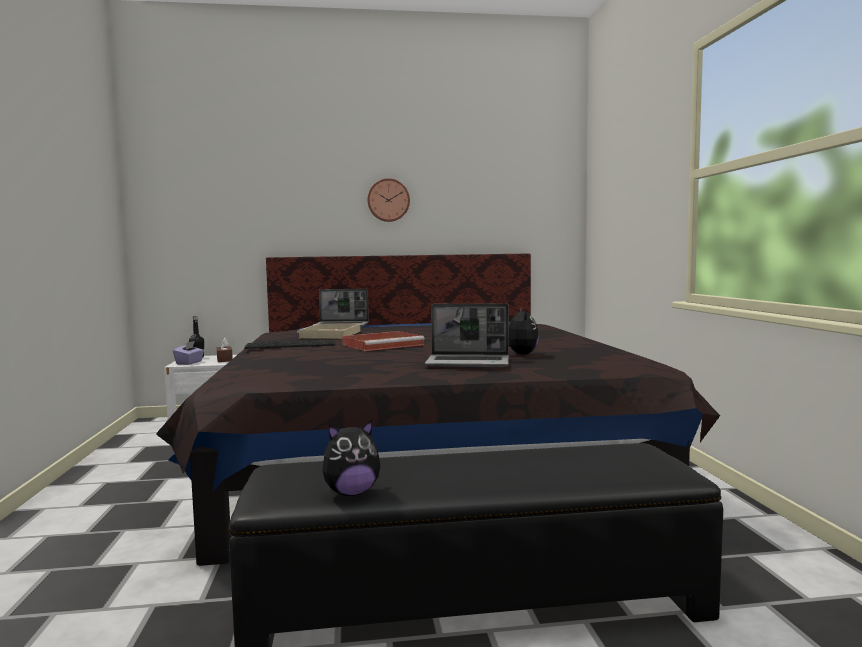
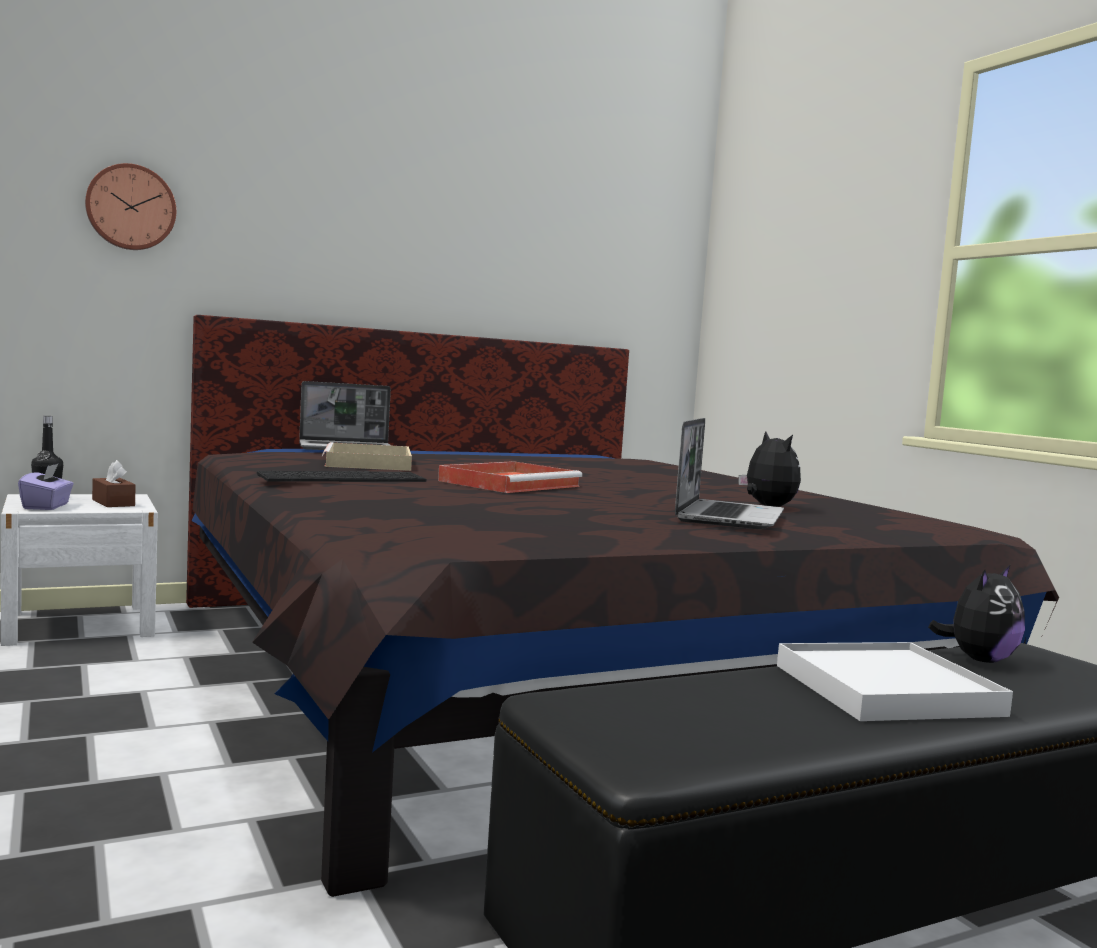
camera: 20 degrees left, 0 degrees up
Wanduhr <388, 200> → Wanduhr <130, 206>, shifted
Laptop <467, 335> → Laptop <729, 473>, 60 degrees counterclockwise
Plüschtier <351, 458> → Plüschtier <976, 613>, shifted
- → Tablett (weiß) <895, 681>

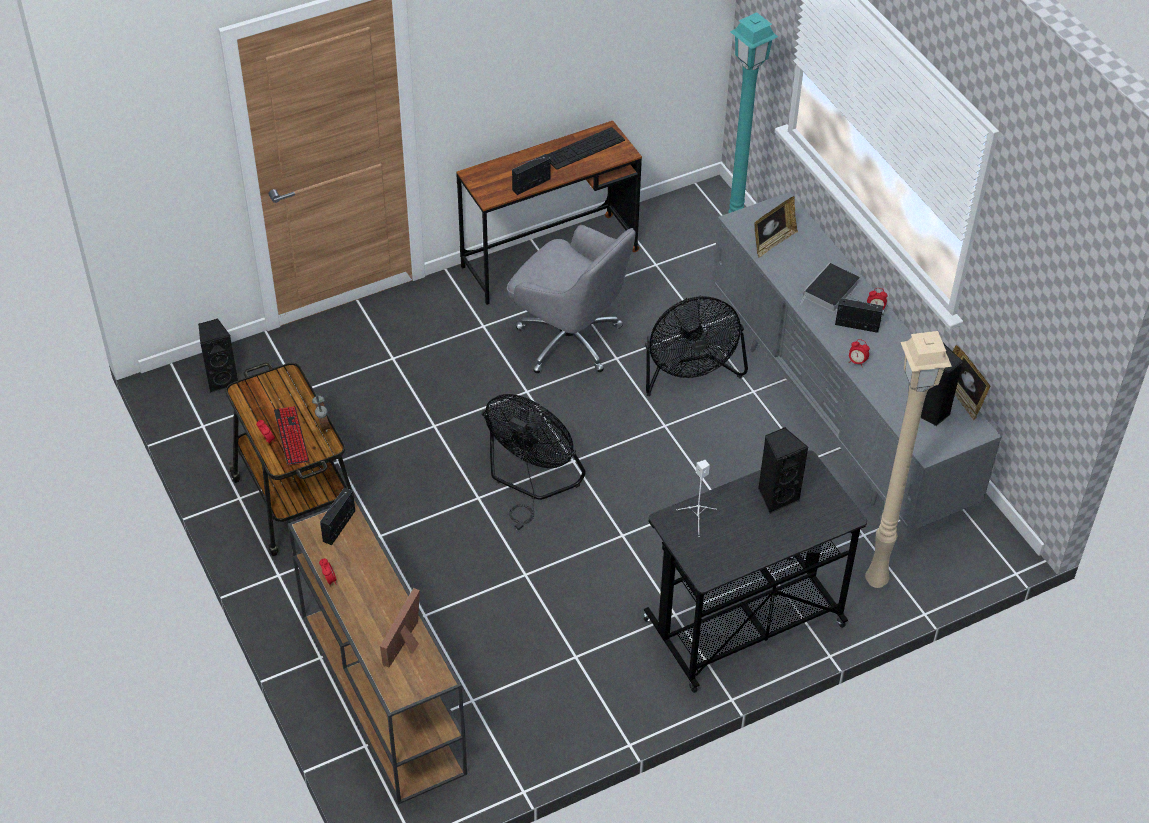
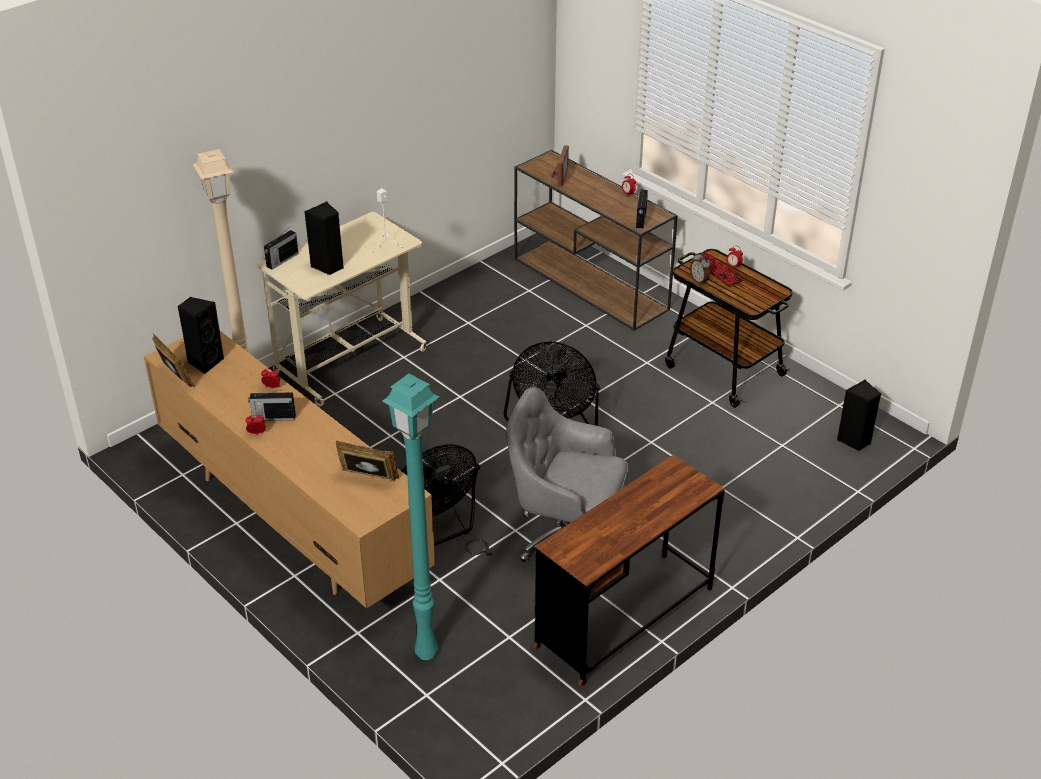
camera: 165 degrees right, 10 degrees down
Tastatur <585, 148> → -
Radio <531, 174> → Radio <281, 250>, shifted
Schrank (grau) <857, 362> → Schrank (braun) <289, 470>
Bilderrahmen <776, 227> → Bilderrahmen <367, 460>, 75 degrees clockwise
Buch <830, 287> → -
Schreibtisch (schwarz) <755, 571> → Schreibtisch (beige) <342, 309>

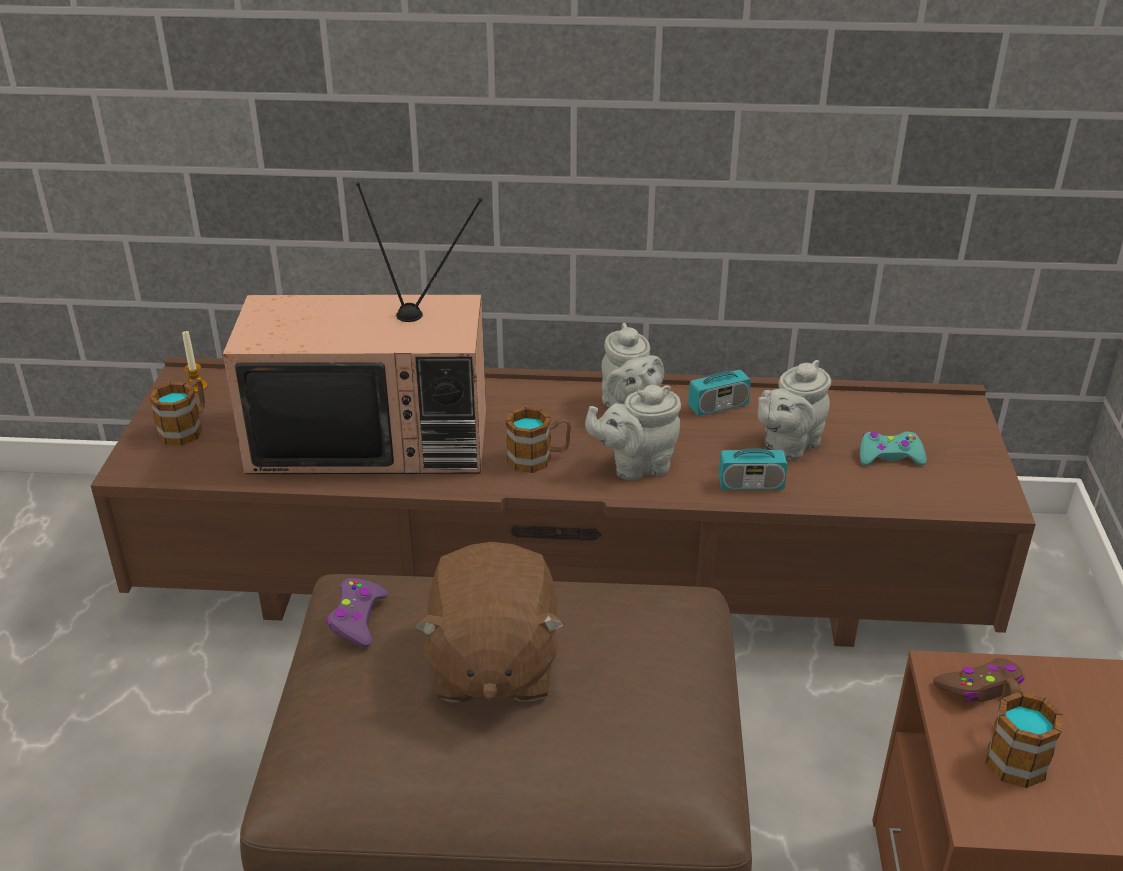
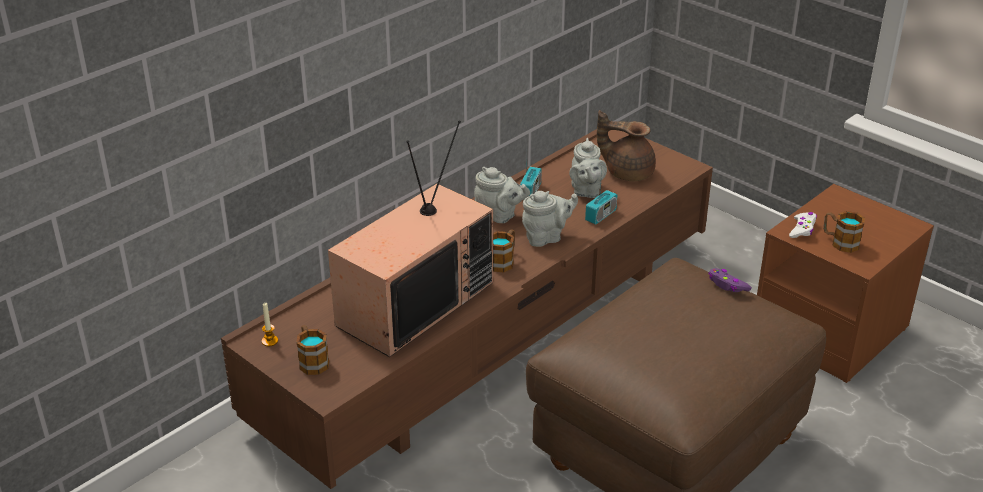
camera: 50 degrees left, 0 degrees up
Teekanne (grau) <633, 432> → Teekanne (grau) <550, 219>, 135 degrees counterclockwise
Gamepad (türkis) <893, 448> → Teekanne (braun) <626, 145>
Plüschtier (braun) <489, 622> → -
Gamepad (lila) <357, 612> → Gamepad (lila) <730, 280>, shifted
Gamepad (braun) <979, 680> → Gamepad (weiß) <803, 225>

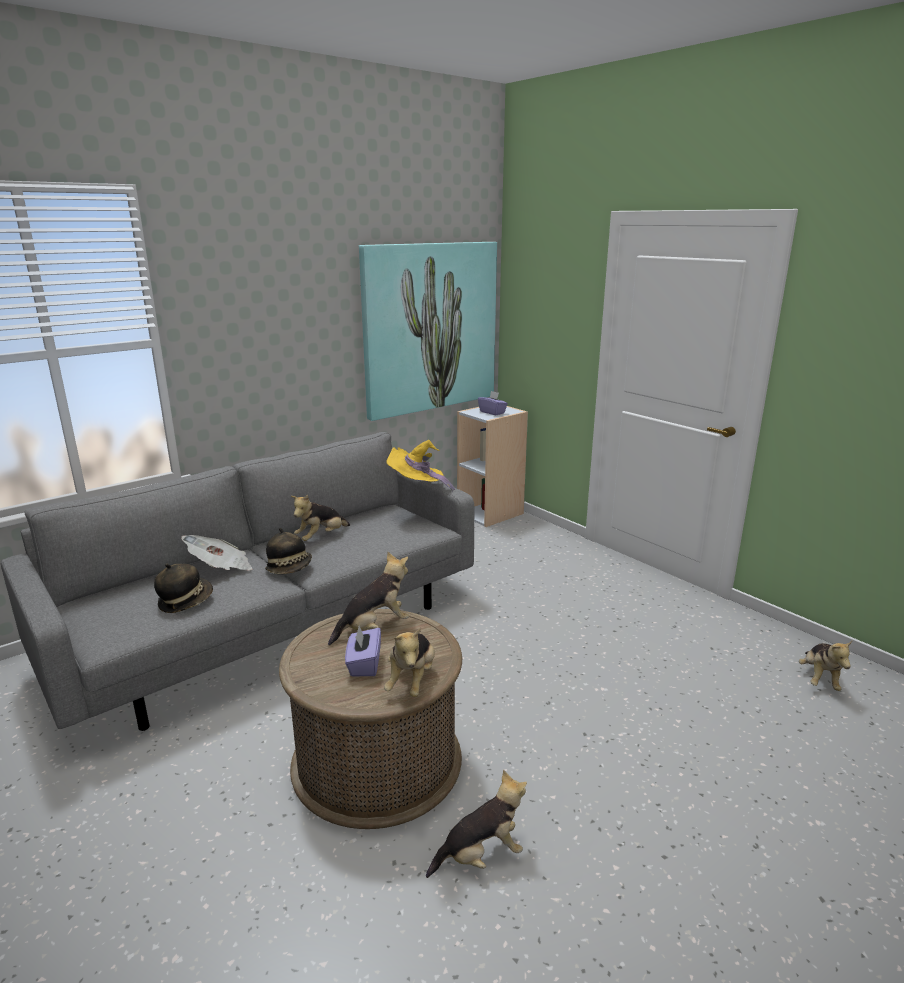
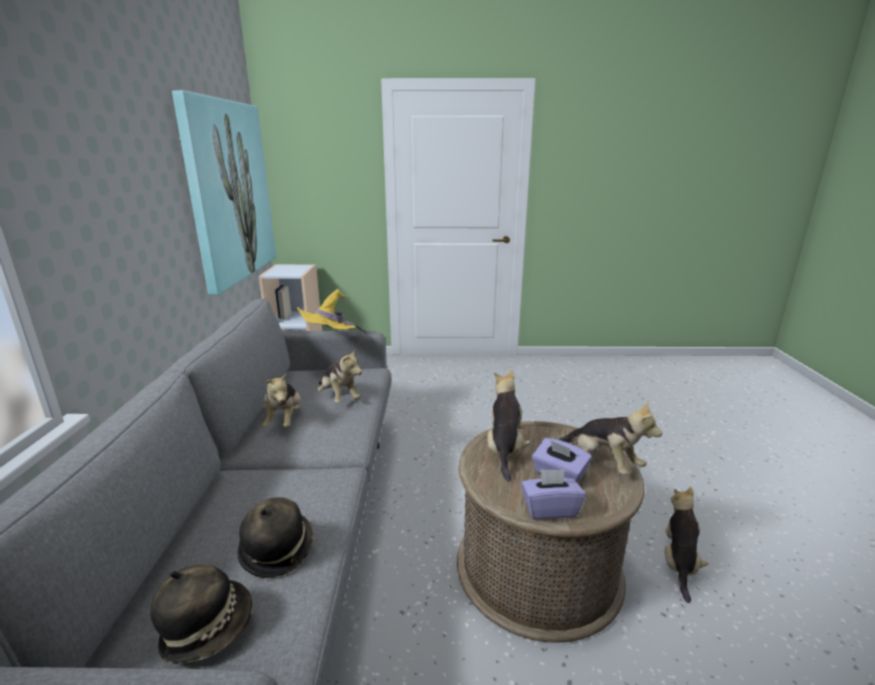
camera: 50 degrees left, 0 degrees up
Taschentuchbox (lila) <493, 403> → Taschentuchbox (lila) <553, 494>, shifted
Hut <288, 551> → Hut <201, 614>, shifted
Zeitung <217, 552> → -
Plüschtier <825, 666> → Plüschtier <340, 376>, shifted

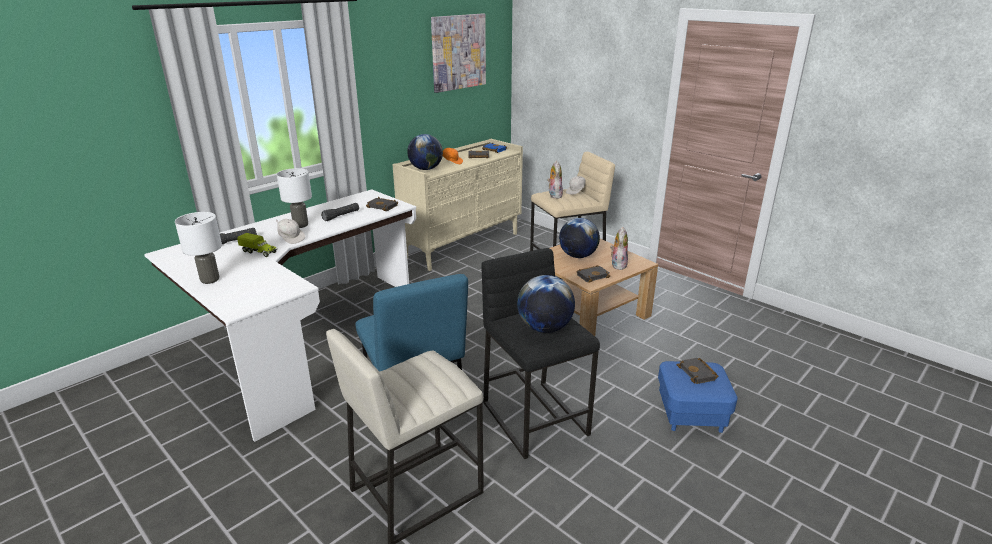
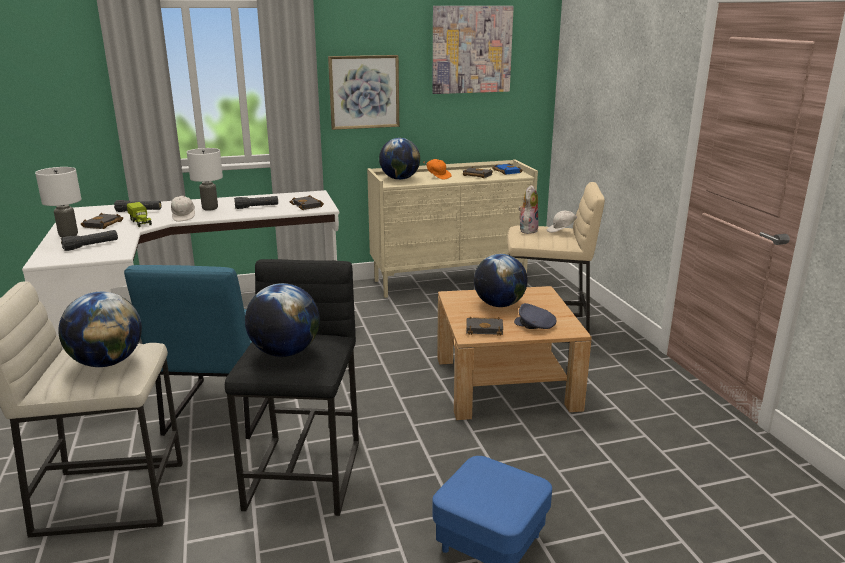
camera: 30 degrees right, 5 degrees down
Plüschtier <619, 248> → Kappe (grau) <535, 316>
Buch (schwarz) <697, 371> → Buch (schwarz) <102, 221>, shifted
- → Bild <363, 92>
- → Taschenlampe (schwarz) <89, 240>
- → Globus <100, 329>

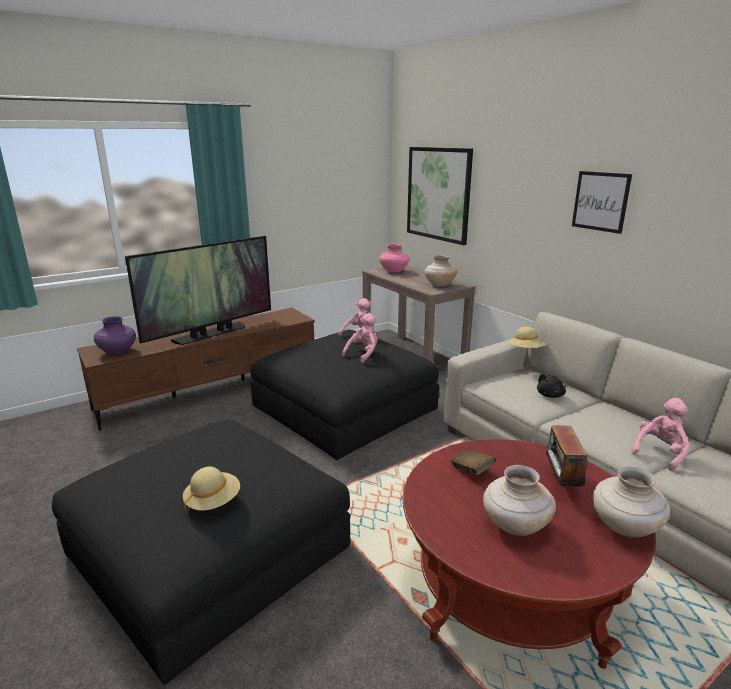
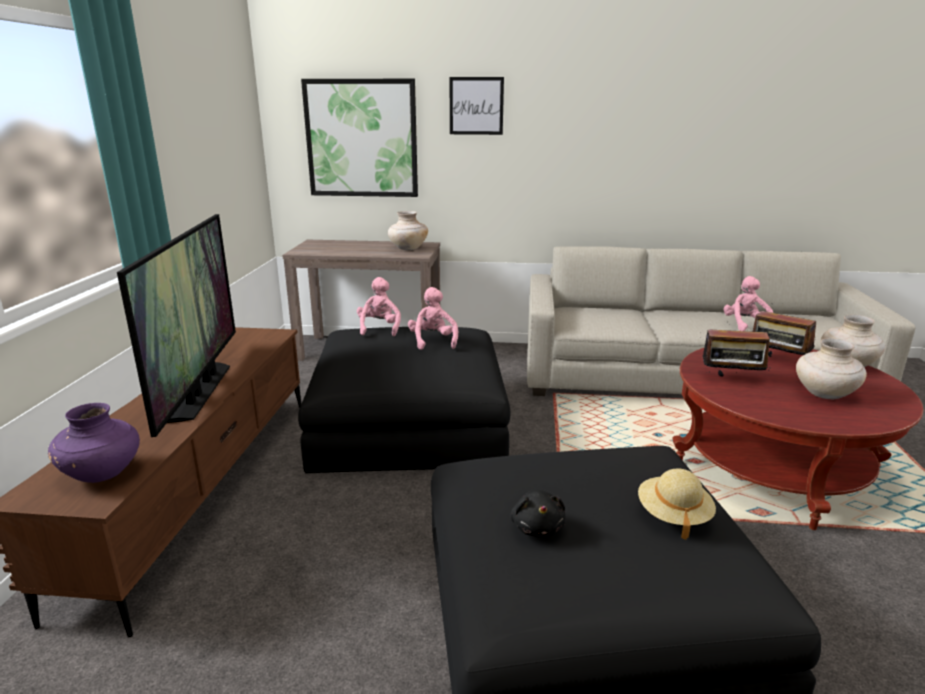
camera: 50 degrees left, 0 degrees up
Bild <602, 202> → Bild <477, 106>, shifted
Vase (rosa) <394, 258> → -
Hut (beige) <526, 337> → -
Plüschtier (schwarz) <551, 386> → Plüschtier (schwarz) <537, 513>, shifted
Buch (braun) <473, 462> → Radio <737, 347>

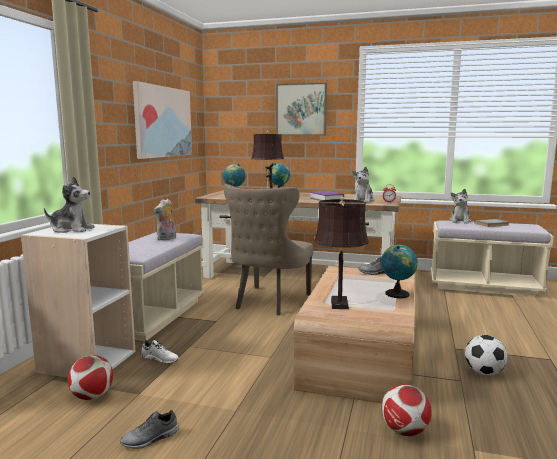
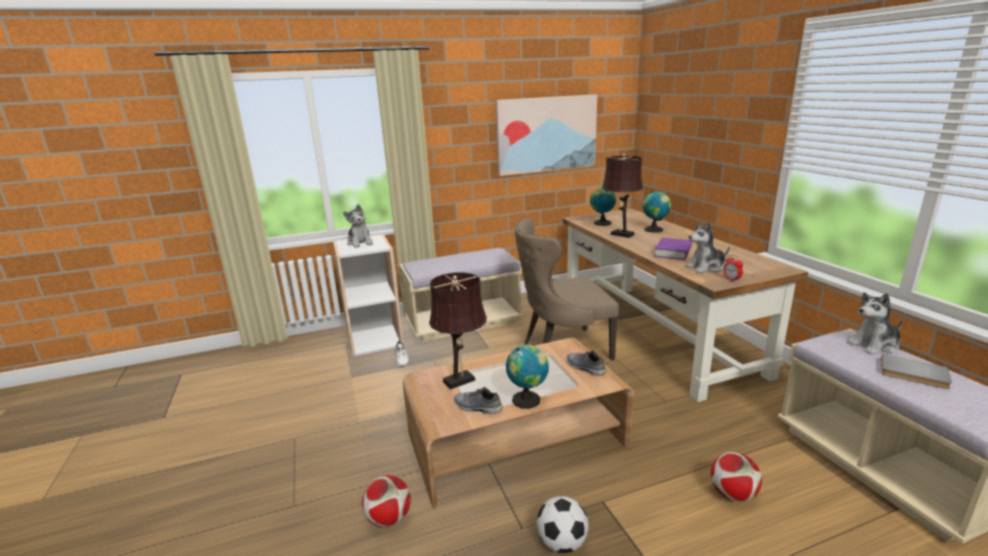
camera: 55 degrees right, 10 degrees up
Bild <301, 109> → -
Plüschtier <164, 220> → -
Fußball <90, 377> → Fußball <736, 477>, shifted
Schuh (grau) <149, 429> → Schuh (grau) <478, 400>, shifted

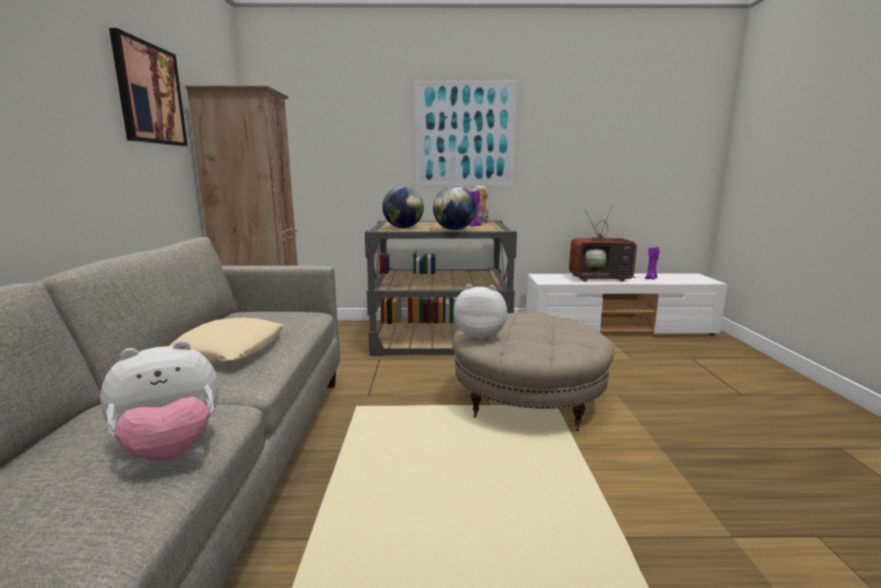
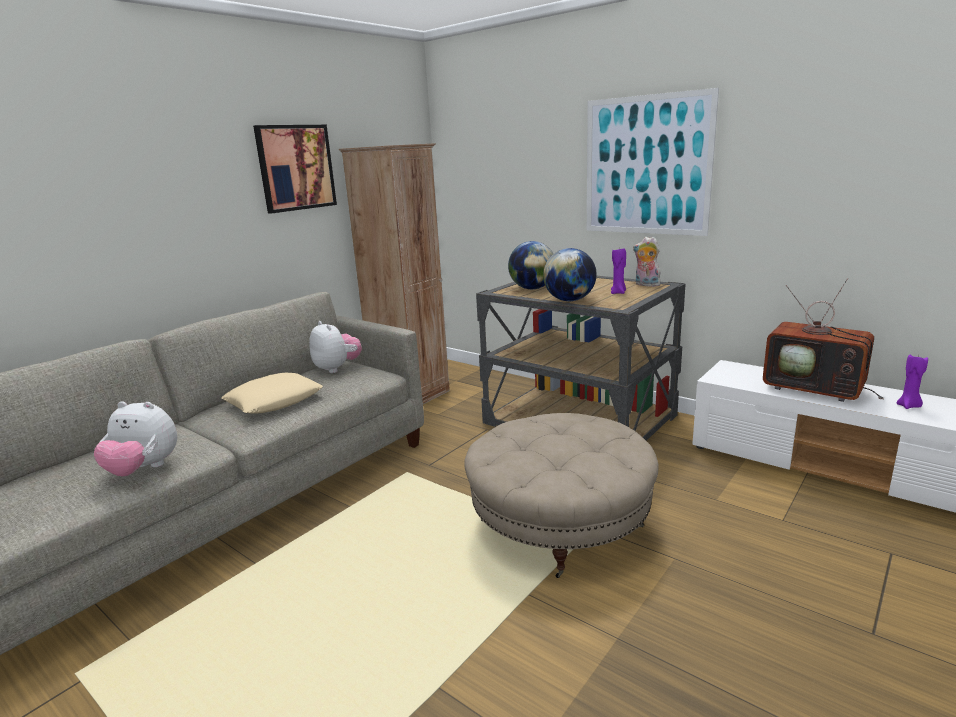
camera: 40 degrees right, 5 degrees up
Plüschtier <480, 312> → Plüschtier <335, 347>, shifted

